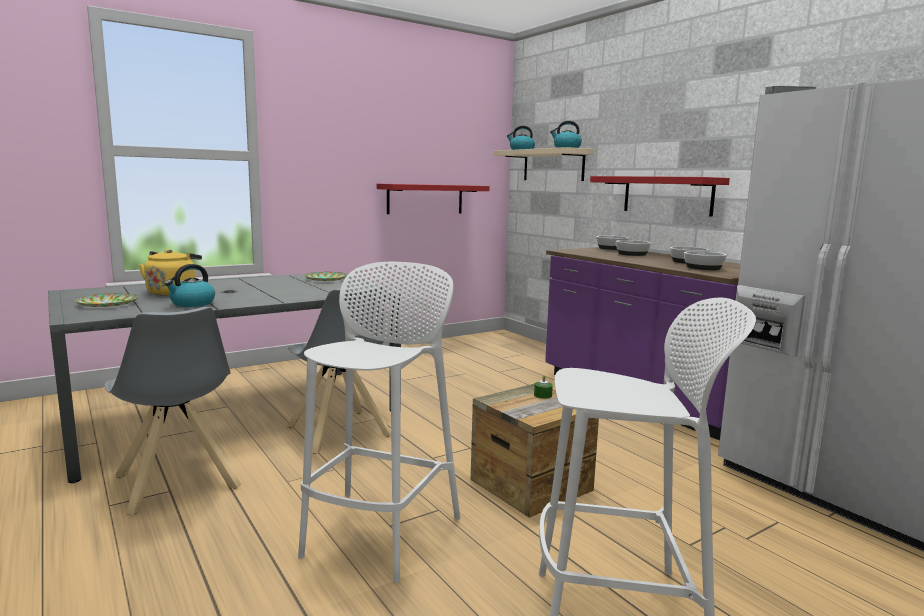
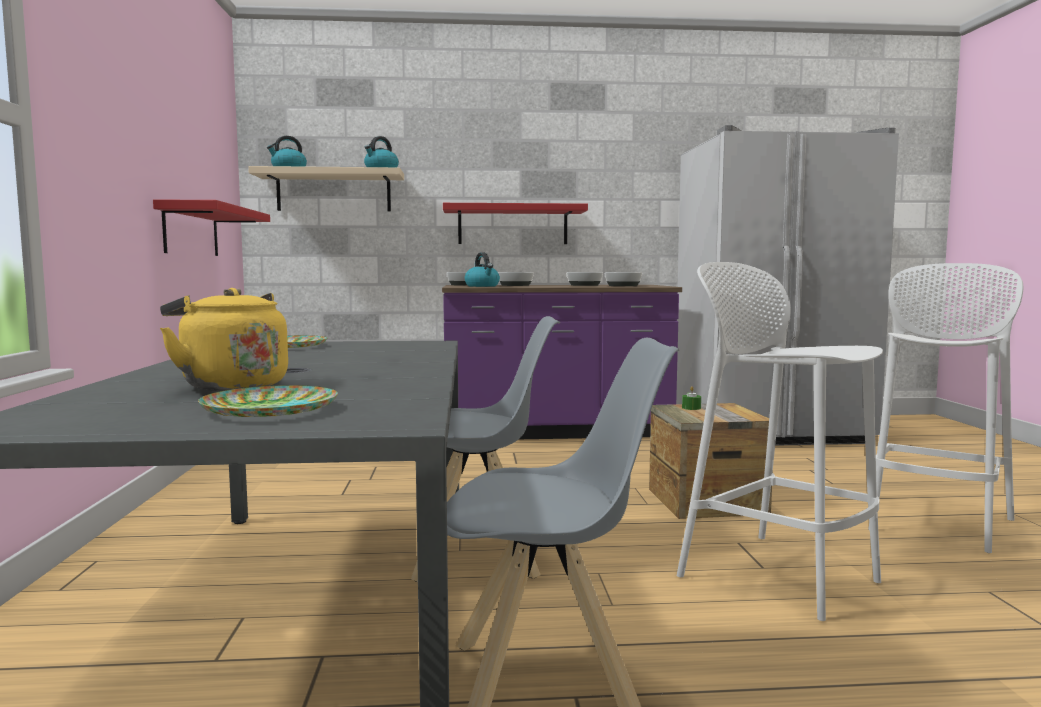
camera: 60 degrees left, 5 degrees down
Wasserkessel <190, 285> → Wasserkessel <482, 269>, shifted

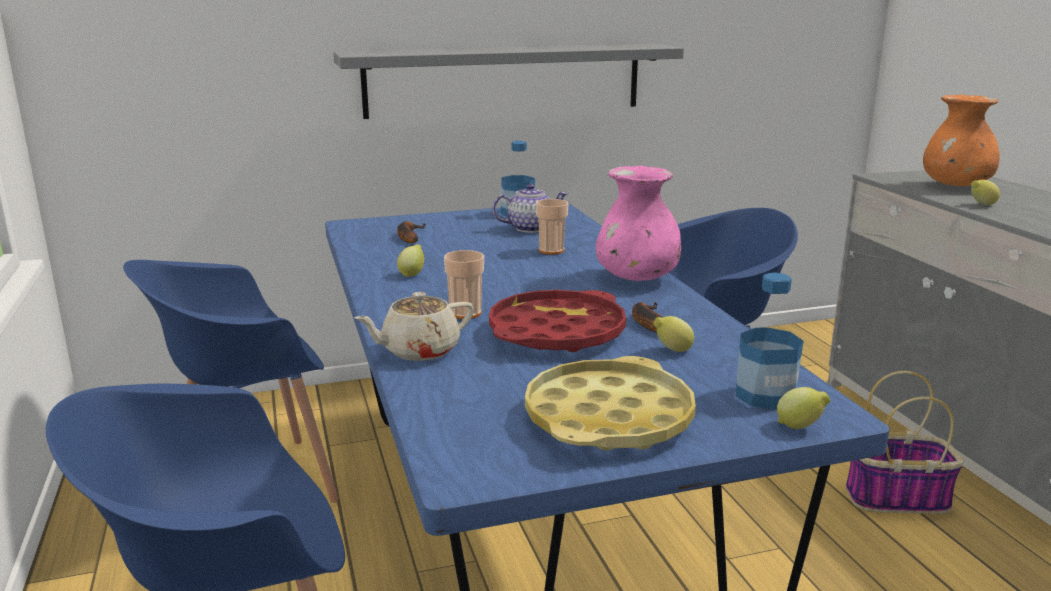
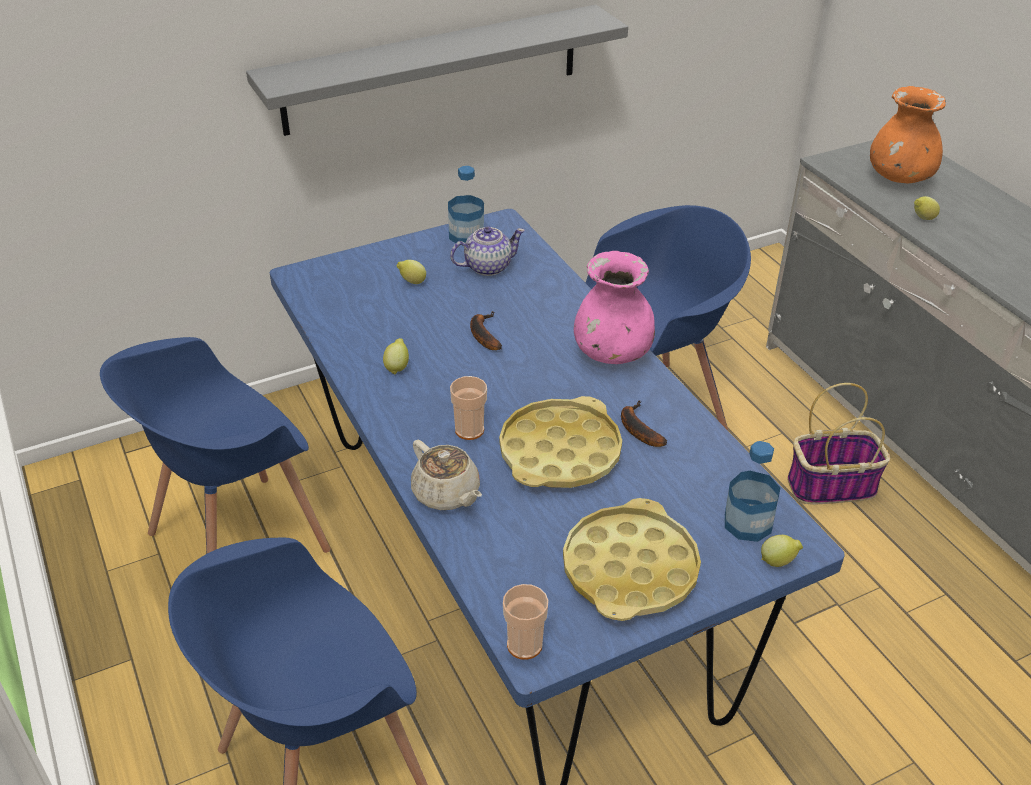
camera: 10 degrees left, 20 degrees up
Tasse <552, 227> → Tasse <526, 622>, shifted
Banane <411, 232> → Banane <486, 330>, shifted
Tablett (rot) <557, 321> → Tablett (gelb) <560, 442>
Teekanne (beige) <414, 326> → Teekanne (beige) <446, 475>, 90 degrees counterclockwise
Zitrone <673, 334> → Zitrone <411, 272>, shifted

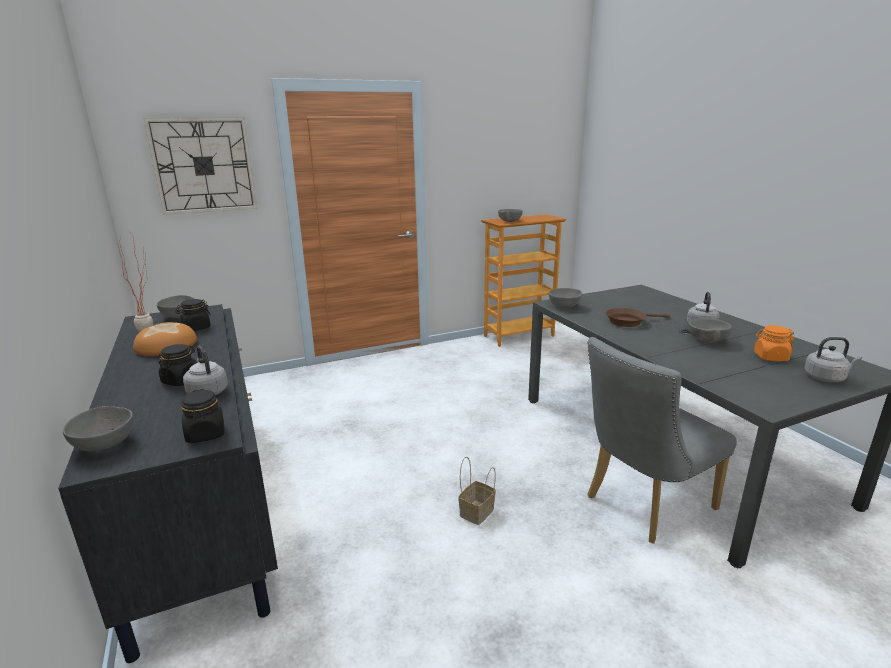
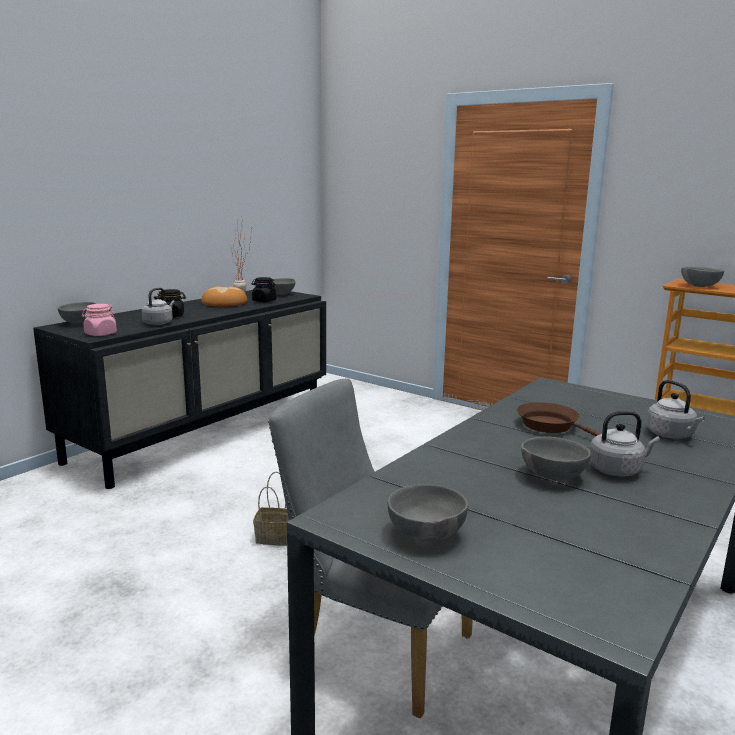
camera: 60 degrees right, 5 degrees down
Wanduhr <200, 166> → -
Schüssel (grau) <565, 298> → Schüssel (grau) <428, 512>, shifted
Vorratsglas (orange) <774, 343> → -
Wasserkessel (grau) <833, 360> → Wasserkessel (grau) <675, 409>, shifted
Vorratsglas (schwarz) <203, 416> → Vorratsglas (rosa) <99, 320>

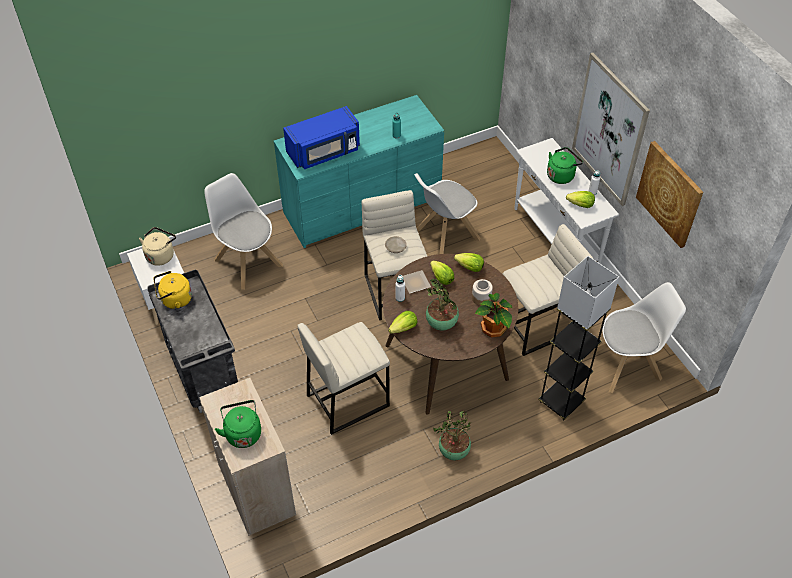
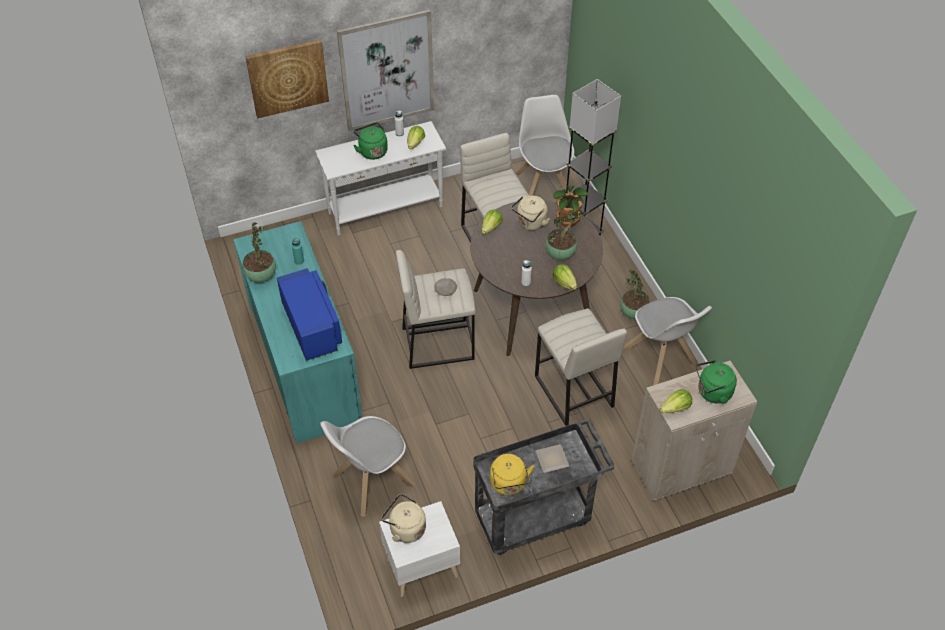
camera: 85 degrees left, 0 degrees up
Bild <669, 194> → Bild <287, 78>, shifted
Stuhl <447, 213> → Stuhl <667, 341>, shifted
Salatkopf <442, 273> → Salatkopf <676, 401>, shifted
Teller <416, 282> → Teller <552, 458>, shifted
Vorratsglas <482, 292> → Wasserkessel (beige) <530, 213>
- → Topfpflanze <259, 252>

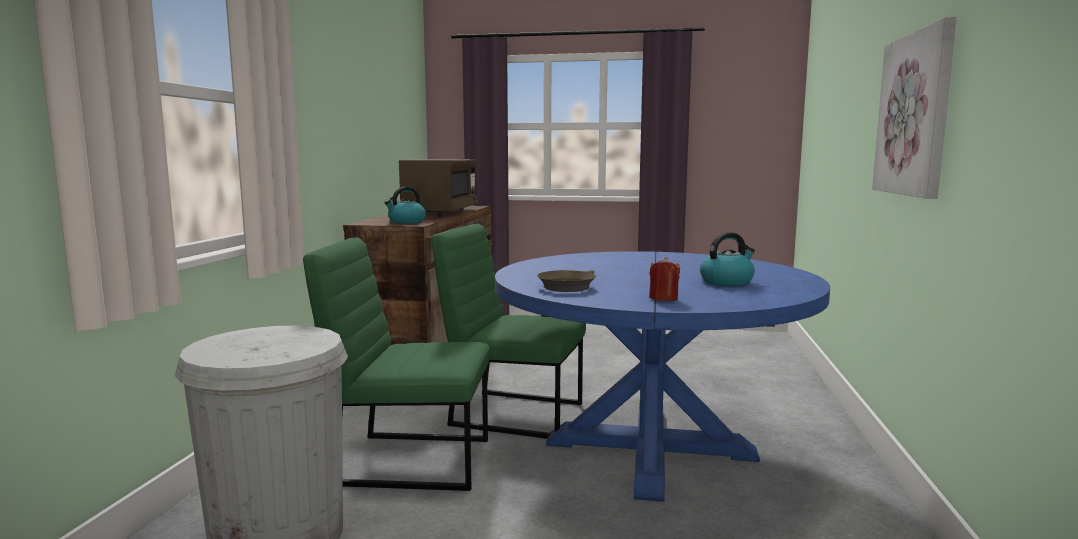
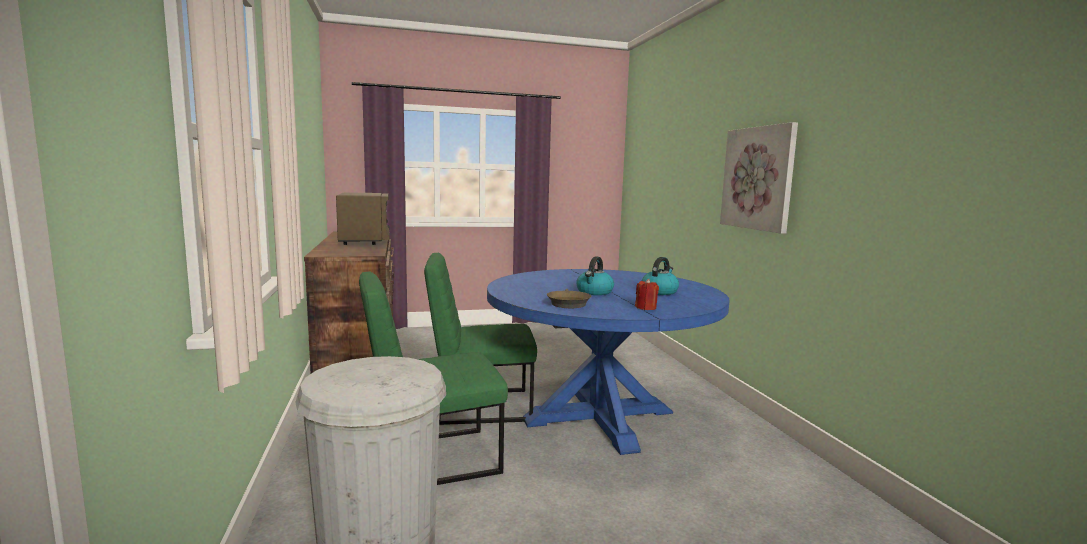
camera: 25 degrees left, 0 degrees up
Wasserkessel <405, 205> → Wasserkessel <595, 275>, shifted

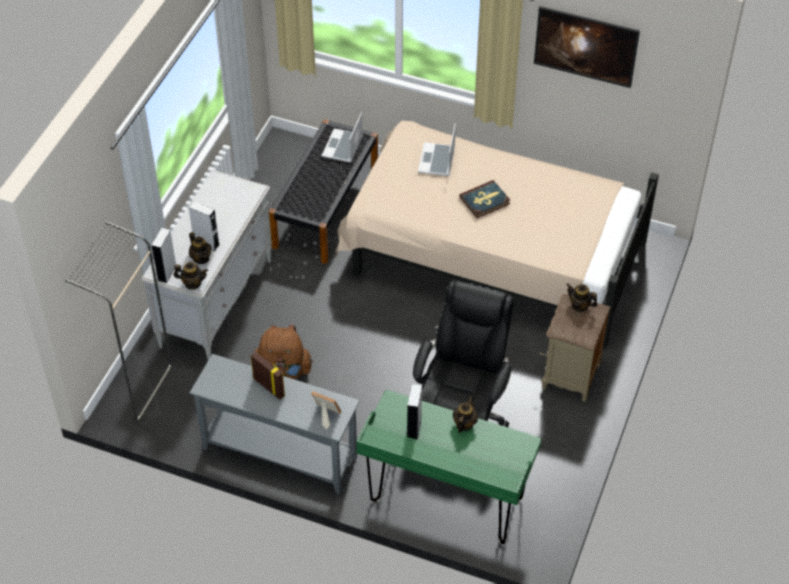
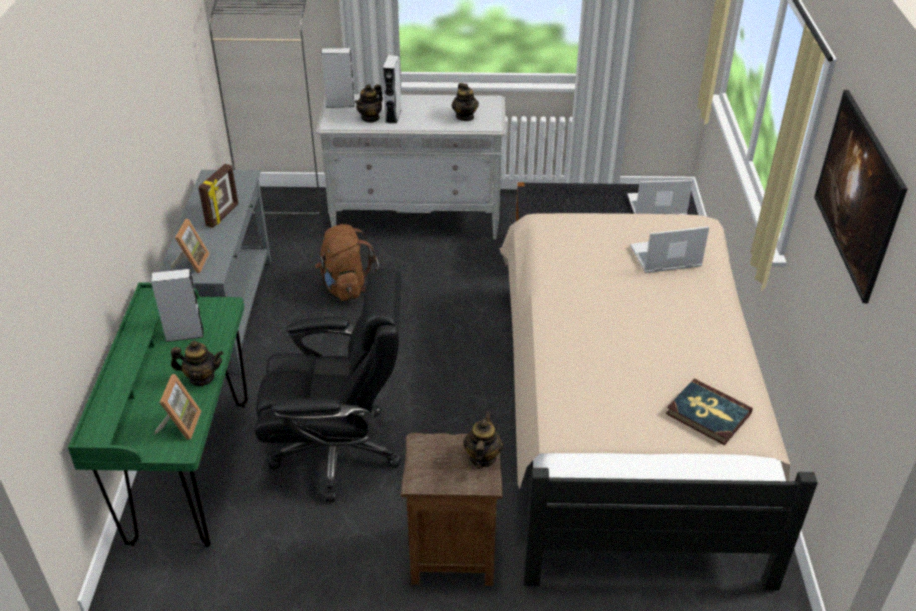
camera: 70 degrees right, 10 degrees down
Buch <485, 199> → Buch <709, 411>, shifted
Teekanne <191, 276> → Teekanne <465, 102>, shifted
- → Bilderrahmen <177, 407>

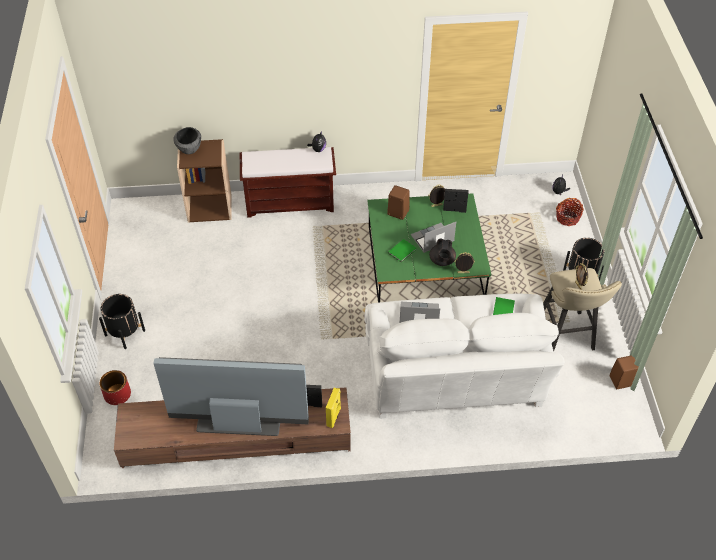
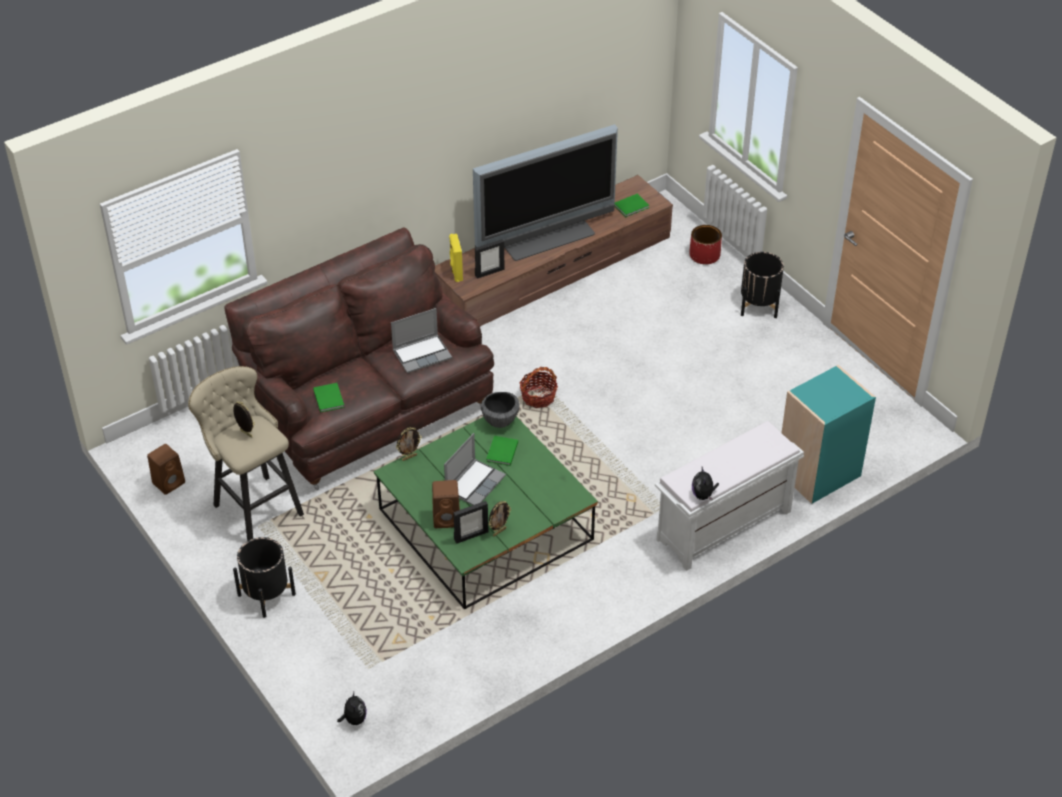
camera: 150 degrees right, 5 degrees down
Schüssel <187, 140> → Schüssel <500, 410>, shifted
Bücherregal (braun) <204, 181> → Bücherregal (türkis) <828, 434>
Bank (braun) <288, 182> → Bank (weiß) <729, 496>
Lautsprecher (braun) <398, 202> → Lautsprecher (braun) <446, 504>, shifted
Korb <570, 212> → Korb <538, 387>, shifted
Teekanne (schwarz) <442, 252> → -
Sofa (weiß) <464, 356> → Sofa (braun) <359, 358>
- → Buch (grün) <631, 205>

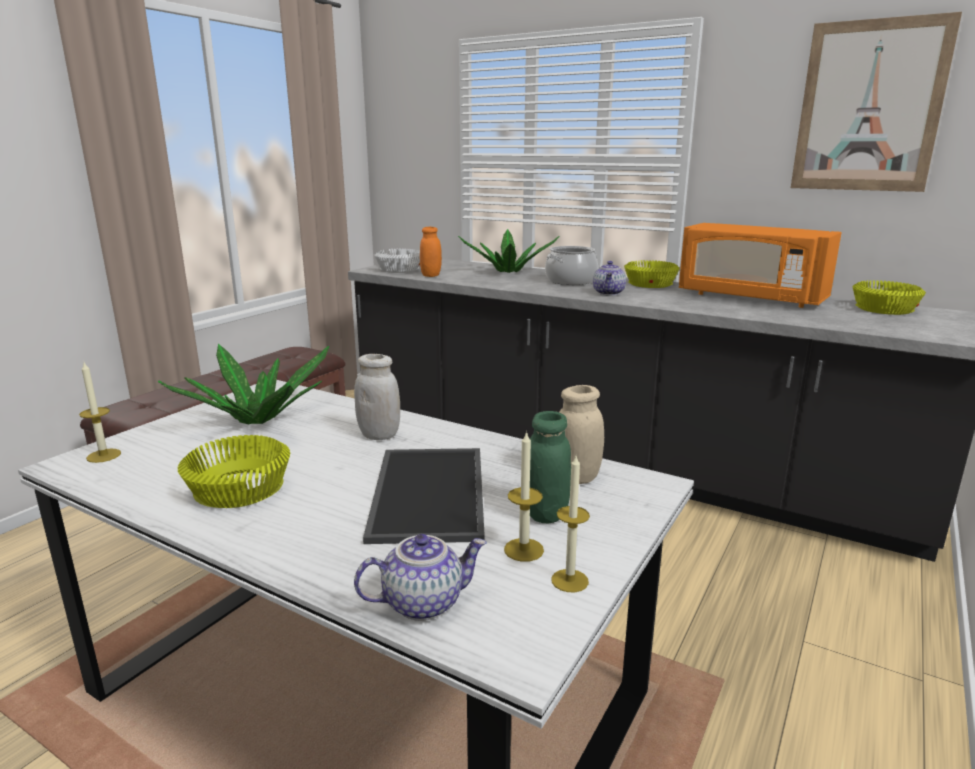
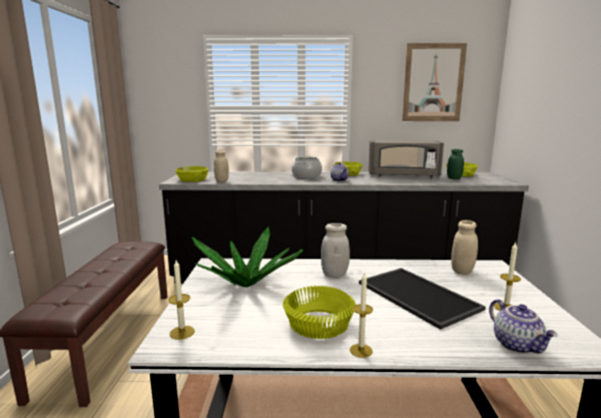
camera: 30 degrees left, 5 degrees down
Mikrowelle (orange) <760, 265> → Mikrowelle (grau) <406, 159>
Vorratsglas (orange) <431, 252> → Vorratsglas (beige) <221, 166>
Topfpflanze <509, 251> → -
Schüssel (weiß) <397, 261> → Schüssel (gelb) <192, 174>
Vorratsglas (grün) <550, 467> → Vorratsglas (grün) <455, 164>, shifted
Kerze <570, 524> → Kerze <361, 315>, shifted
Teekanne <420, 577> → Teekanne <523, 326>, 120 degrees clockwise

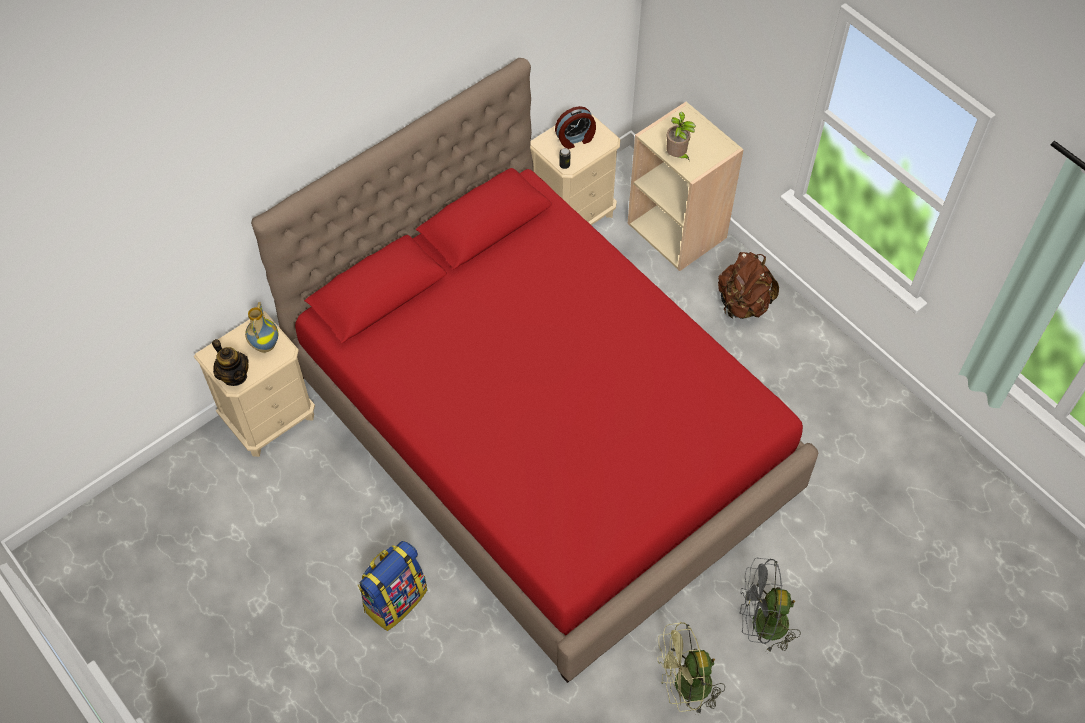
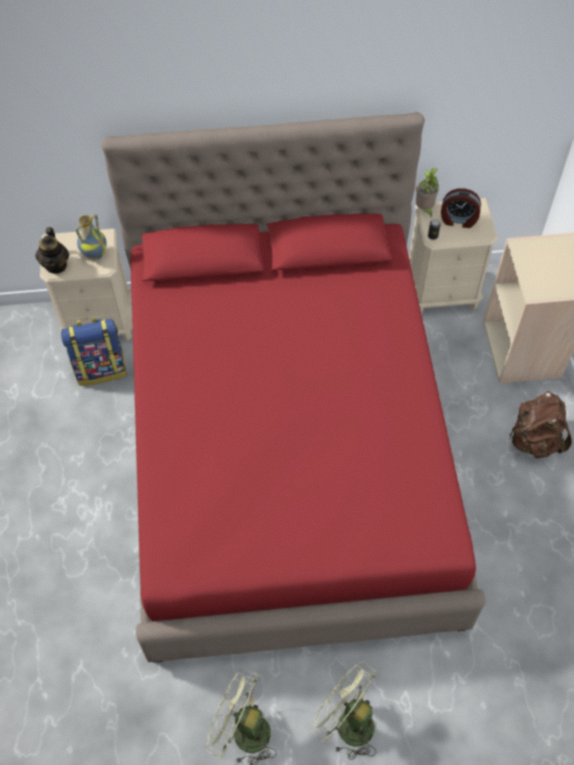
camera: 35 degrees right, 0 degrees up
Topfpflanze <681, 136> → Topfpflanze <427, 192>, shifted
Rucksack <392, 586> → Rucksack <94, 351>, shifted
Ventilator (grau) <770, 605> → Ventilator (grün) <344, 711>

